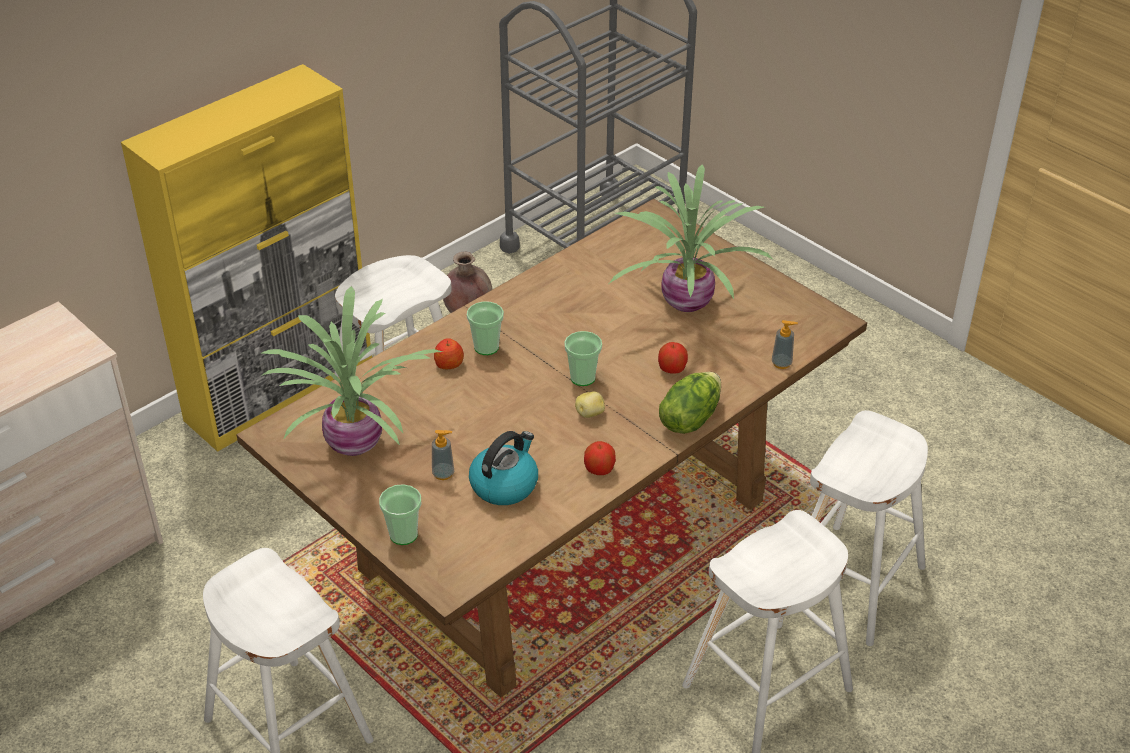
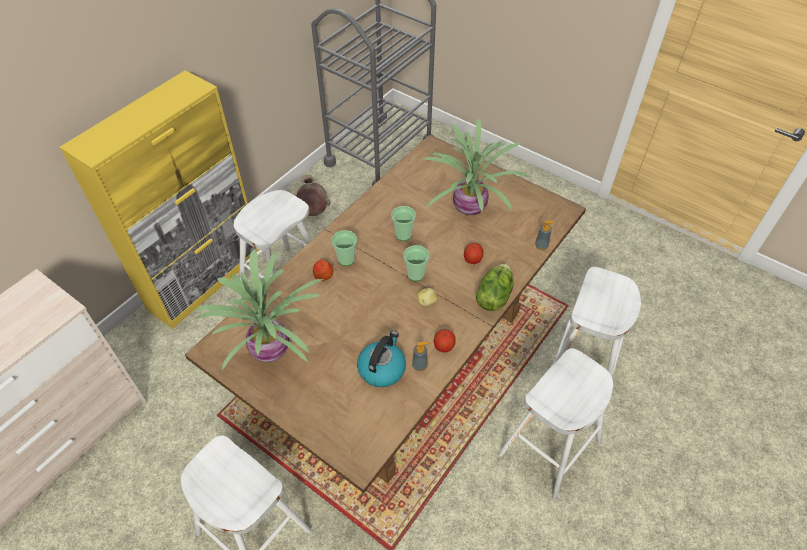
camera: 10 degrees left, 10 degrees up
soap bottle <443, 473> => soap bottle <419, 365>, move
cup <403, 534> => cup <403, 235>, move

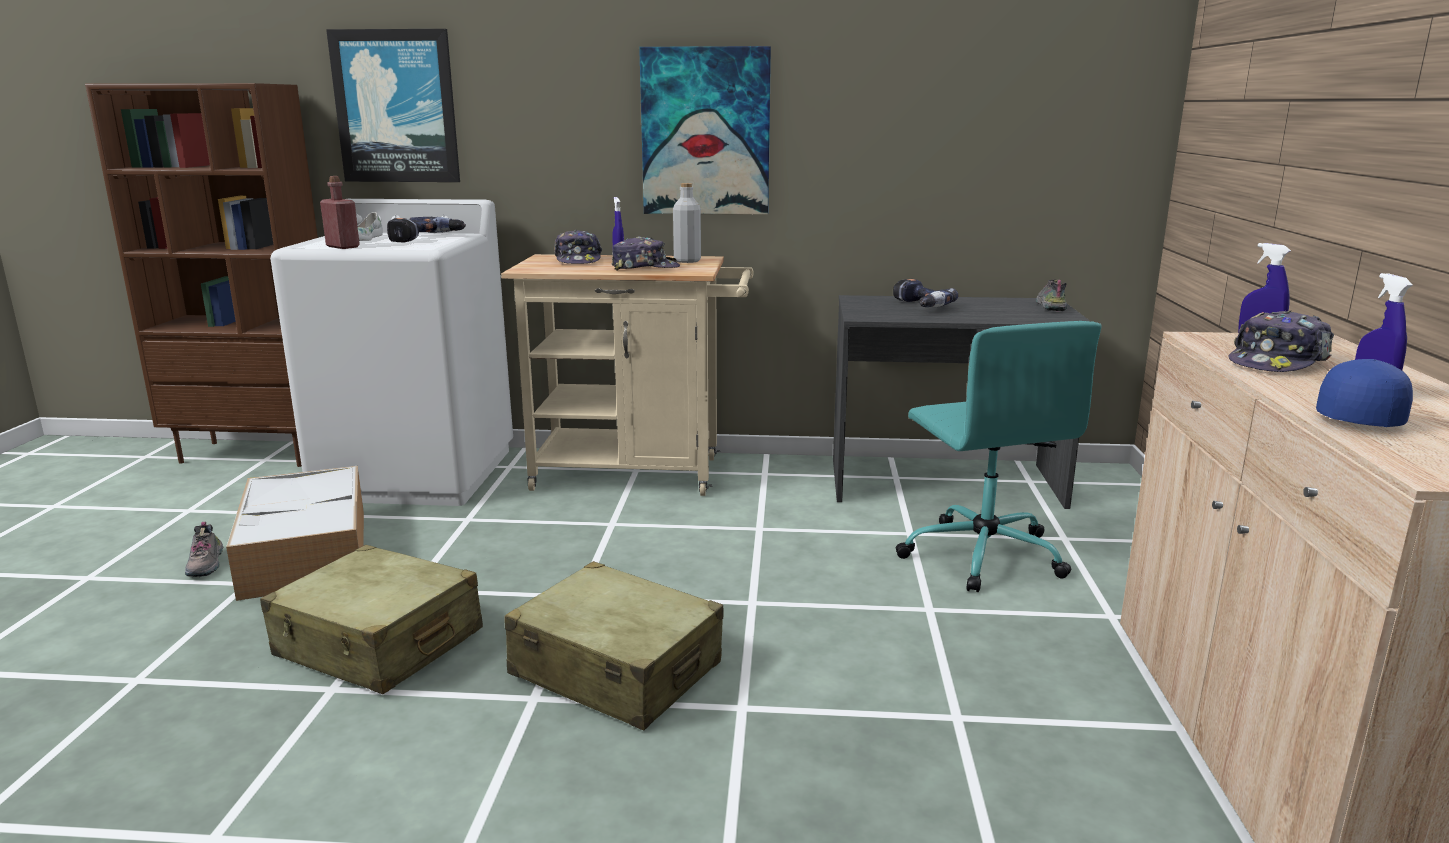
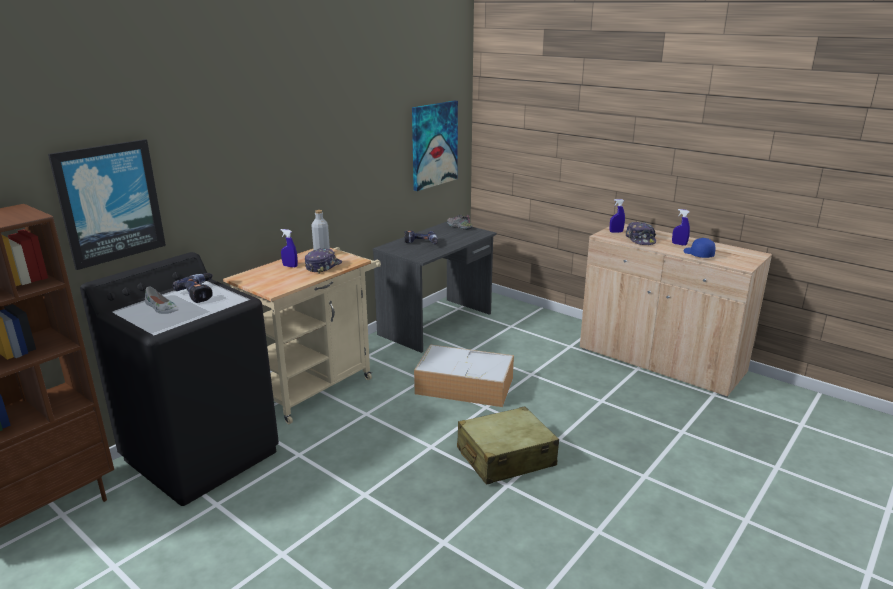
camera: 55 degrees left, 5 degrees up
picture <706, 132> => picture <434, 145>, move
red bottle <343, 247> => nothing
white-coloured washing machine <418, 474> => black-coloured washing machine <202, 455>
baseball cap <578, 260> => nothing
blue-green desk chair <982, 554> => nothing
storage box <306, 552> => storage box <466, 386>, move
item of footwear <206, 564> => nothing
sand-coloured travel case <379, 644> => nothing

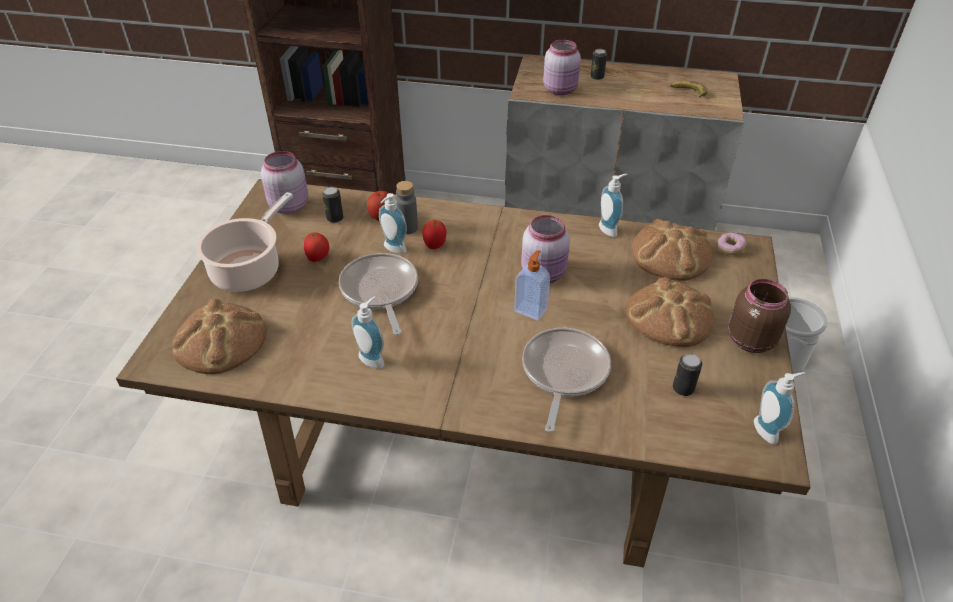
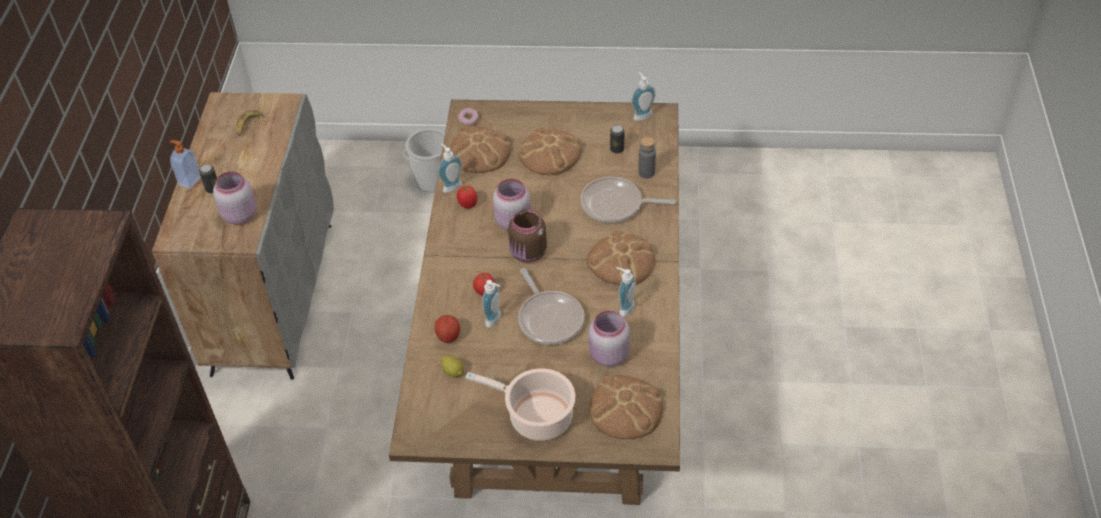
camera: 95 degrees left, 5 degrees up
pinkish storage jar <289, 205> => pinkish storage jar <608, 355>, move
gray bottle <408, 228> => gray bottle <646, 172>, move
sealed can <335, 218> => whole lemon <453, 372>
whole tomato <318, 258> => whole tomato <467, 205>, move
soap bottle <531, 310> => soap bottle <189, 180>, move
pan <380, 291> => pan <549, 318>, 90 degrees counterclockwise
brown storage jar <748, 340> => brown storage jar <528, 254>, move
nothing => bakery bread <621, 261>

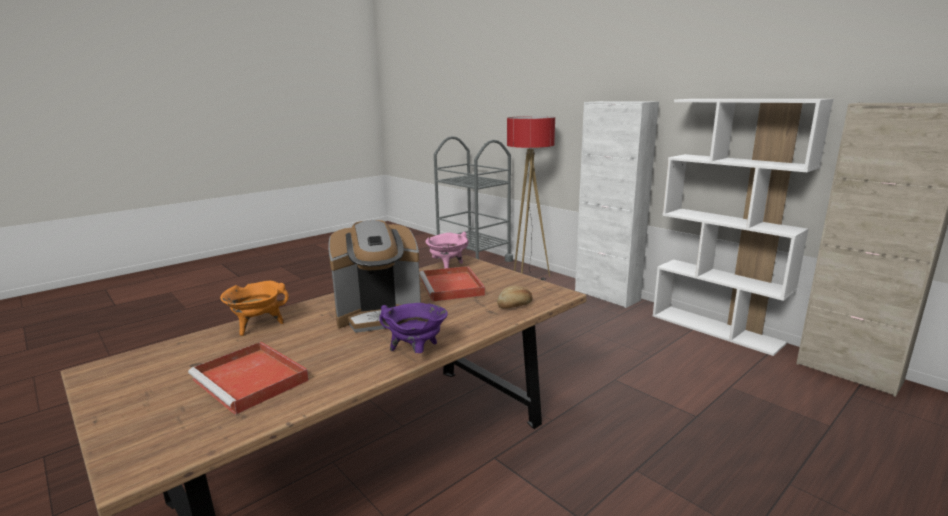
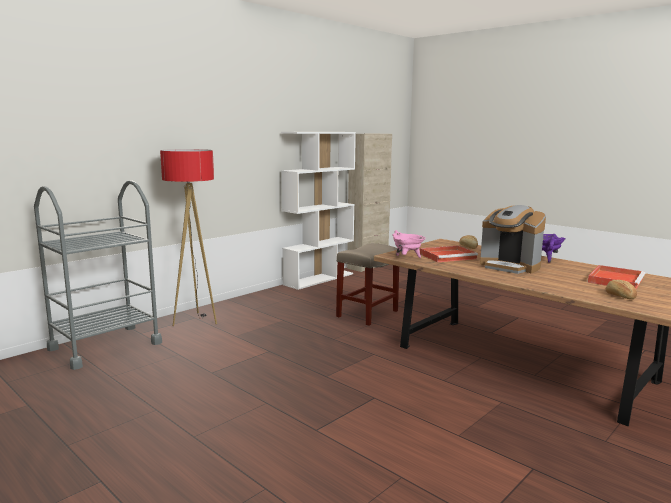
camera: 95 degrees left, 5 degrees down
white-coloured cupboard <606, 295> => nothing
coffee brewer <379, 315> => coffee brewer <510, 266>, 150 degrees clockwise
orangey stockpot <258, 326> => nothing
nothing => sand-coloured stool seat <367, 313>
nothing => bakery bread <619, 296>

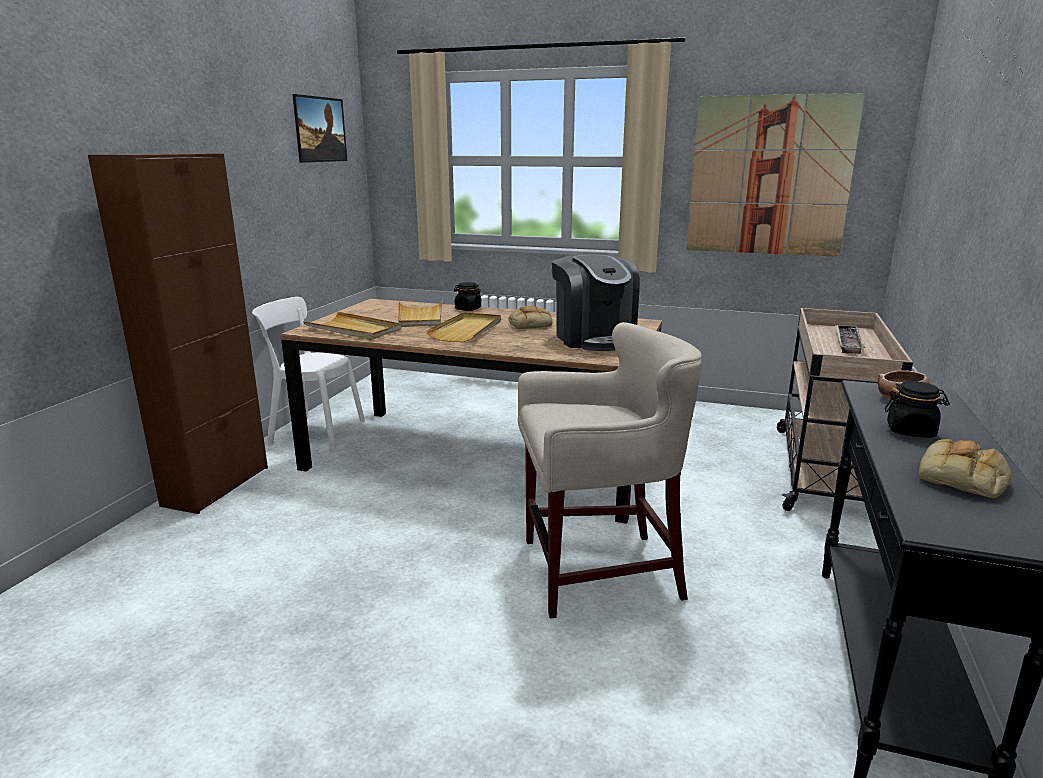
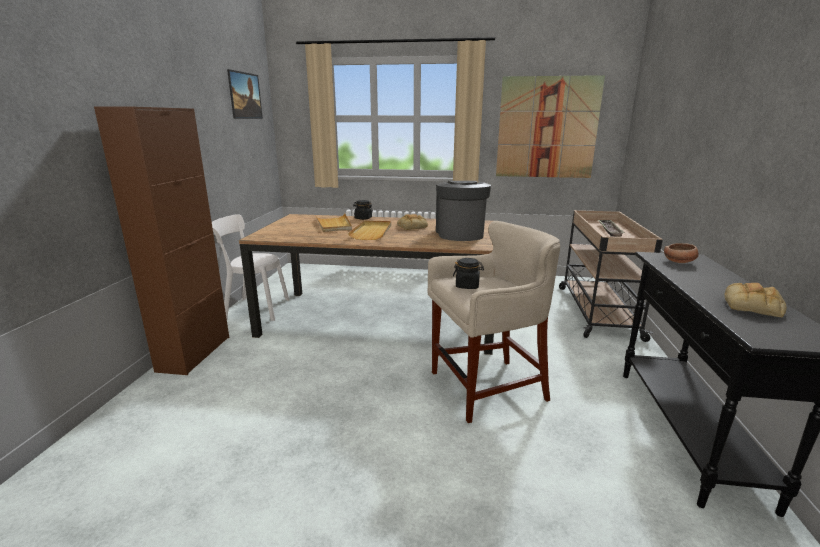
camera: 10 degrees left, 0 degrees up
coffee brewer <594, 338> => coffee brewer <460, 233>, 150 degrees counterclockwise
sand-coloured carrying tray <354, 329> => nothing
black-coloured storage jar <911, 431> => black-coloured storage jar <467, 286>, move

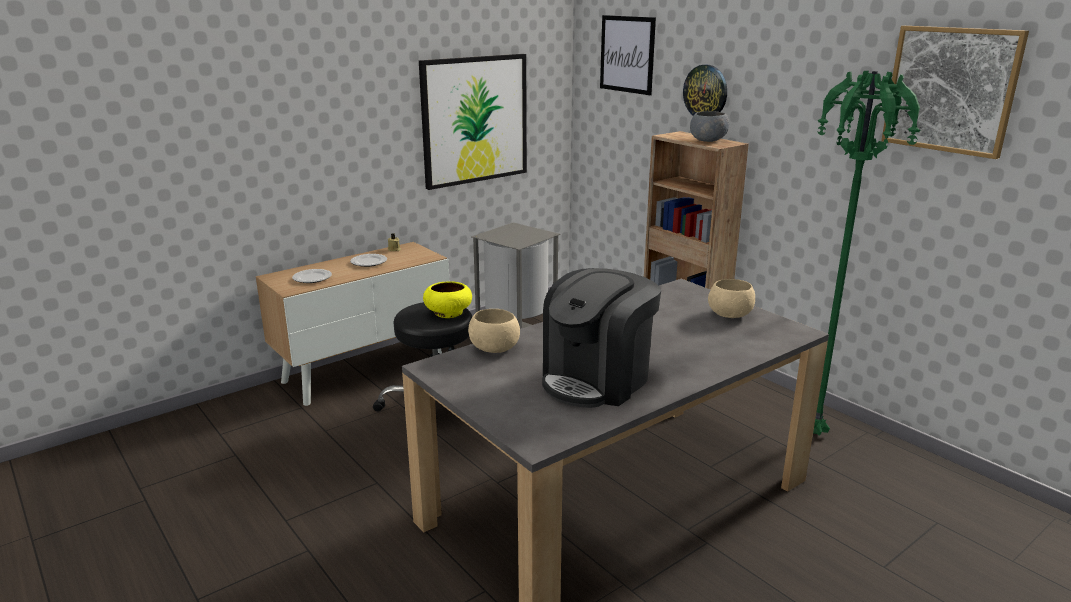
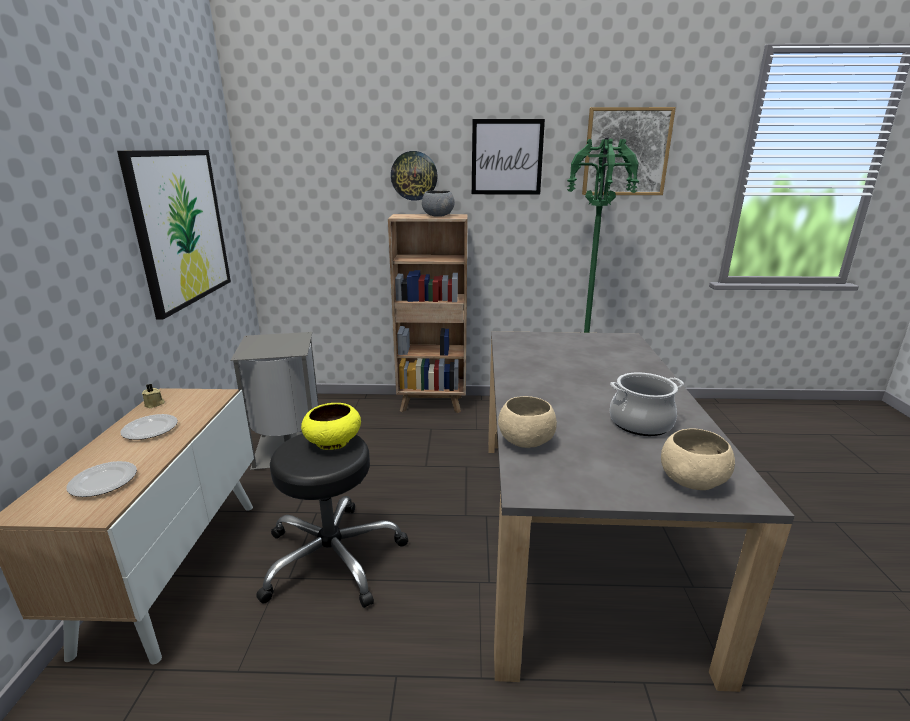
camera: 50 degrees left, 0 degrees up
picture <627, 54> => picture <507, 157>, move
coffee brewer <597, 379> => stockpot <640, 423>
sand-coloured serving bowl <729, 314> => sand-coloured serving bowl <690, 480>, move

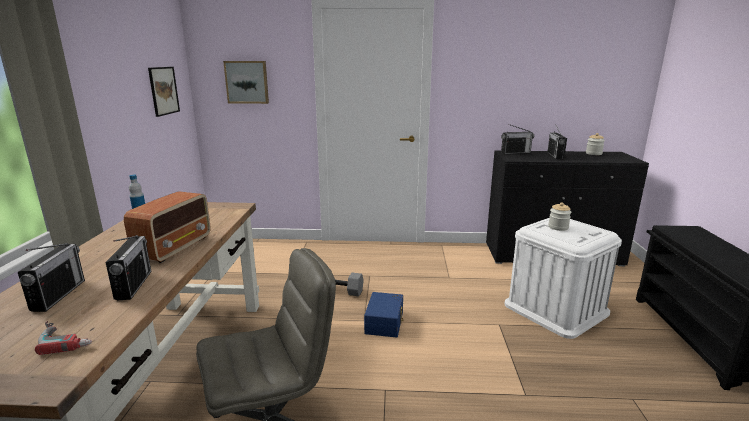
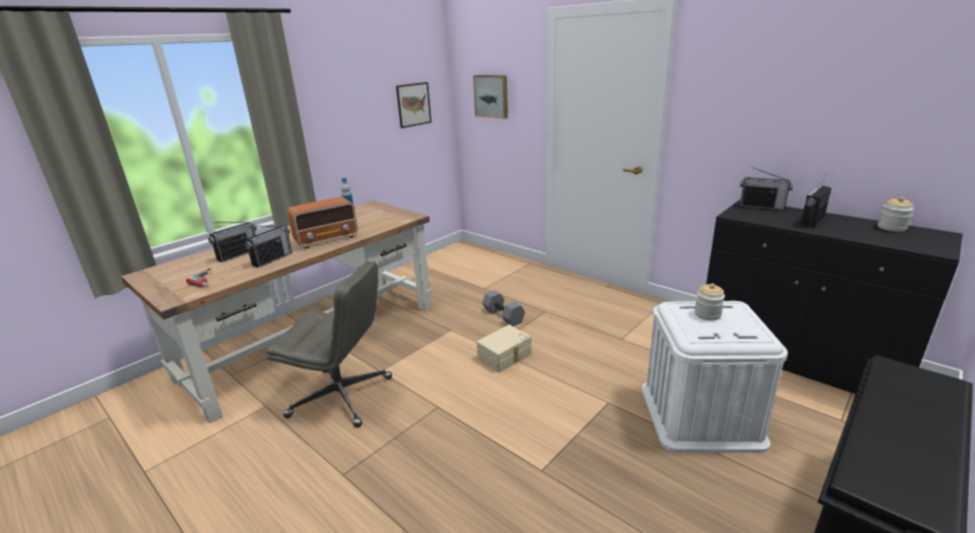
camera: 40 degrees right, 5 degrees up
blue-coloured storage box <385, 322> => sand-coloured storage box <505, 357>

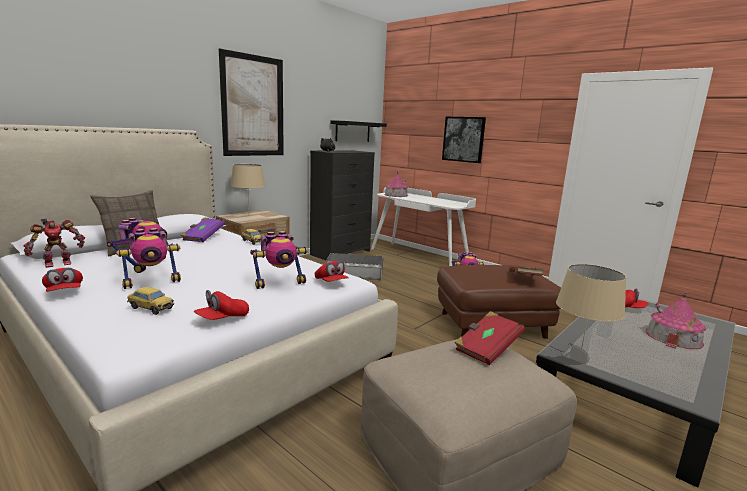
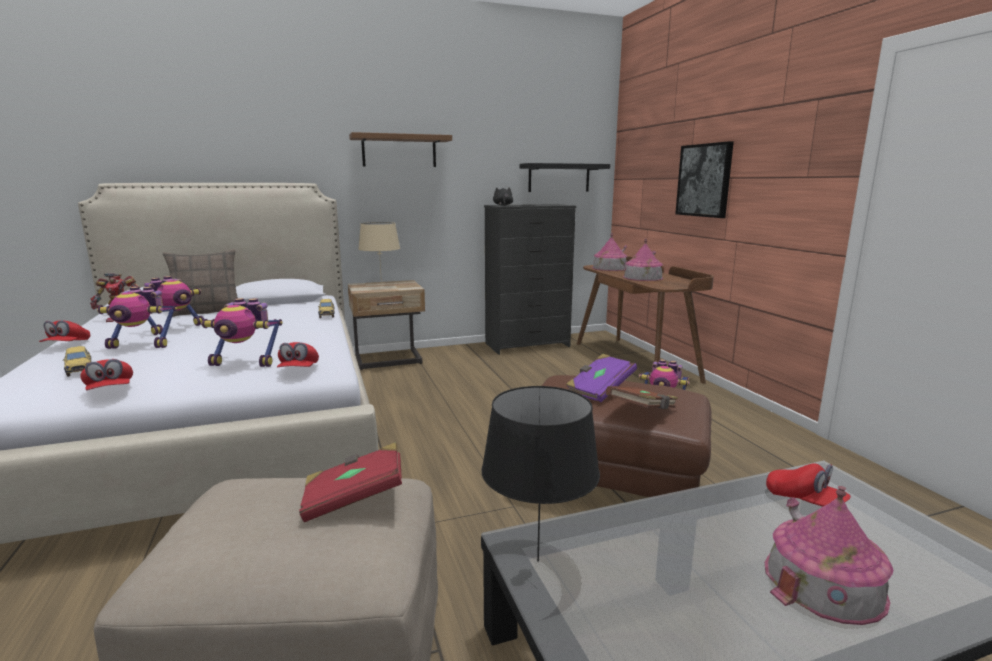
camera: 30 degrees right, 0 degrees up
picture <253, 106> => brown shelf <399, 151>
white-coloured desk table <419, 256> => brown desk table <635, 361>
purple volume <203, 237> => purple volume <599, 390>, move
gray storage box <354, 272> => nothing
sand-coloured lamp for a table <580, 358> => black-coloured lamp for a table <538, 561>
red baseball cap <222, 319> => red baseball cap <110, 391>, 105 degrees counterclockwise
nothing => toy house <643, 277>

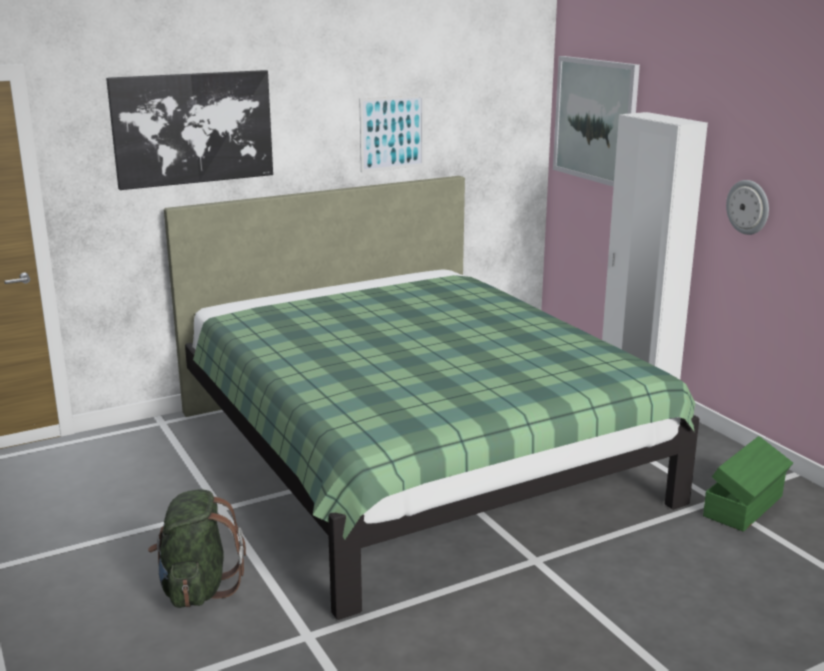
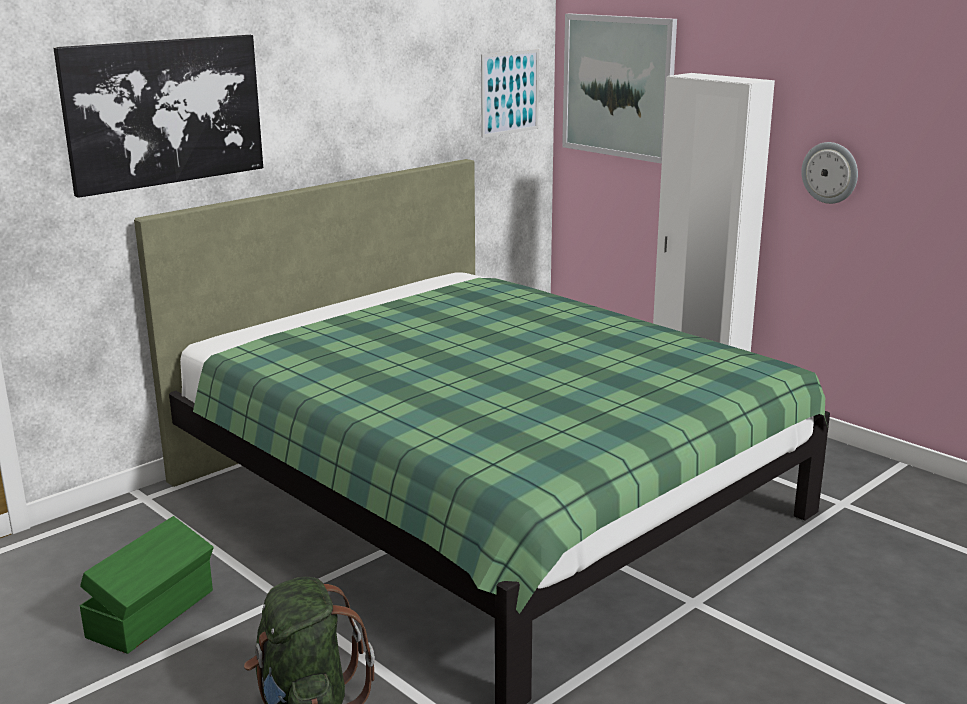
camera: 15 degrees left, 0 degrees up
picture <392, 133> => picture <510, 92>, move
green-coloured storage box <745, 506> => green-coloured storage box <153, 613>, move

